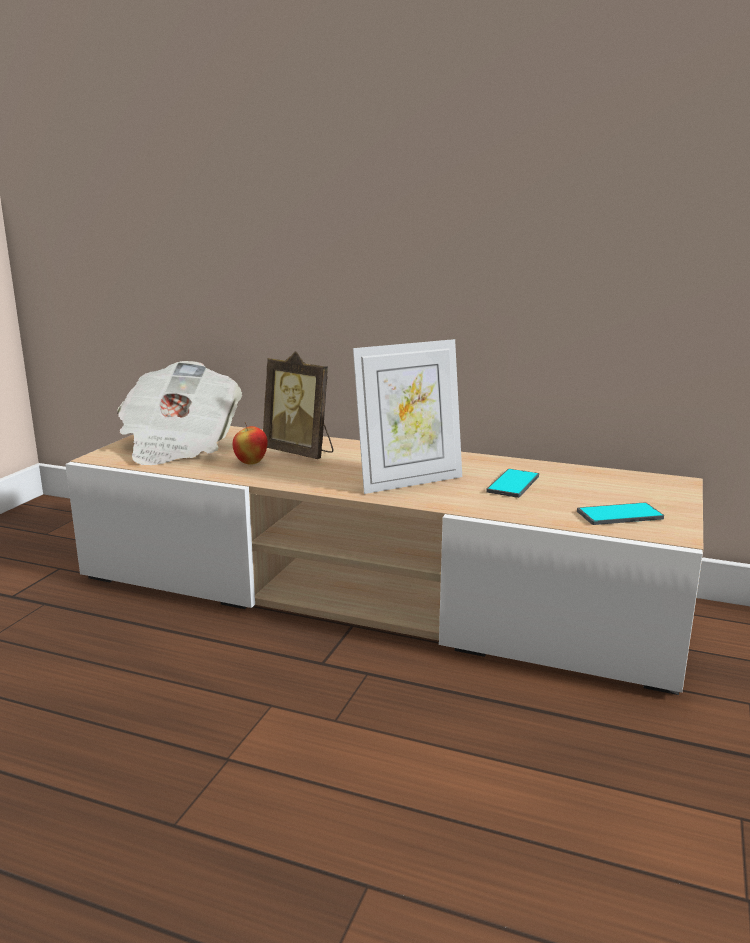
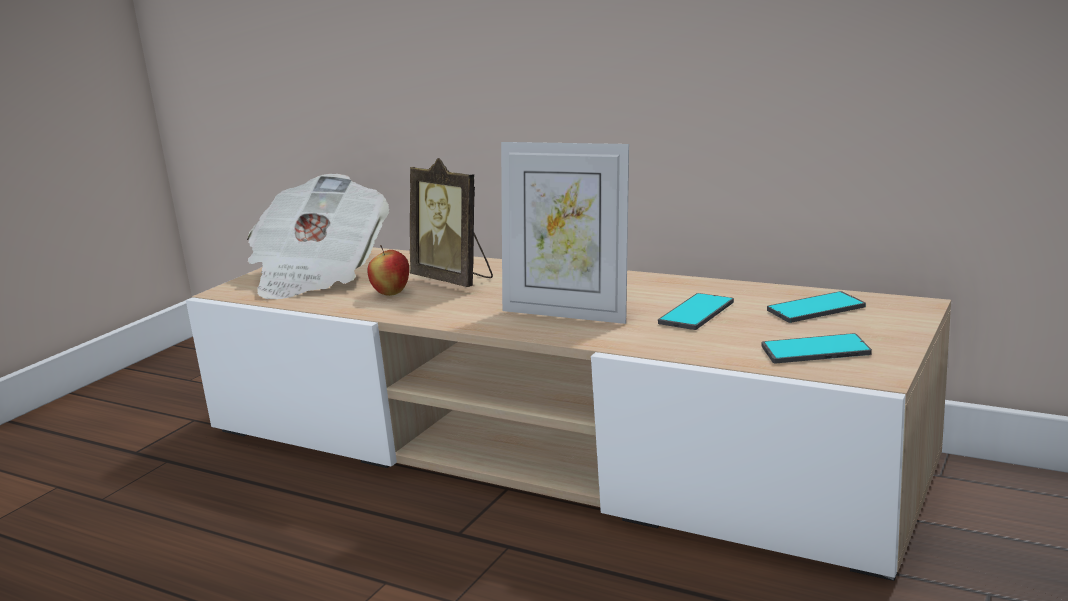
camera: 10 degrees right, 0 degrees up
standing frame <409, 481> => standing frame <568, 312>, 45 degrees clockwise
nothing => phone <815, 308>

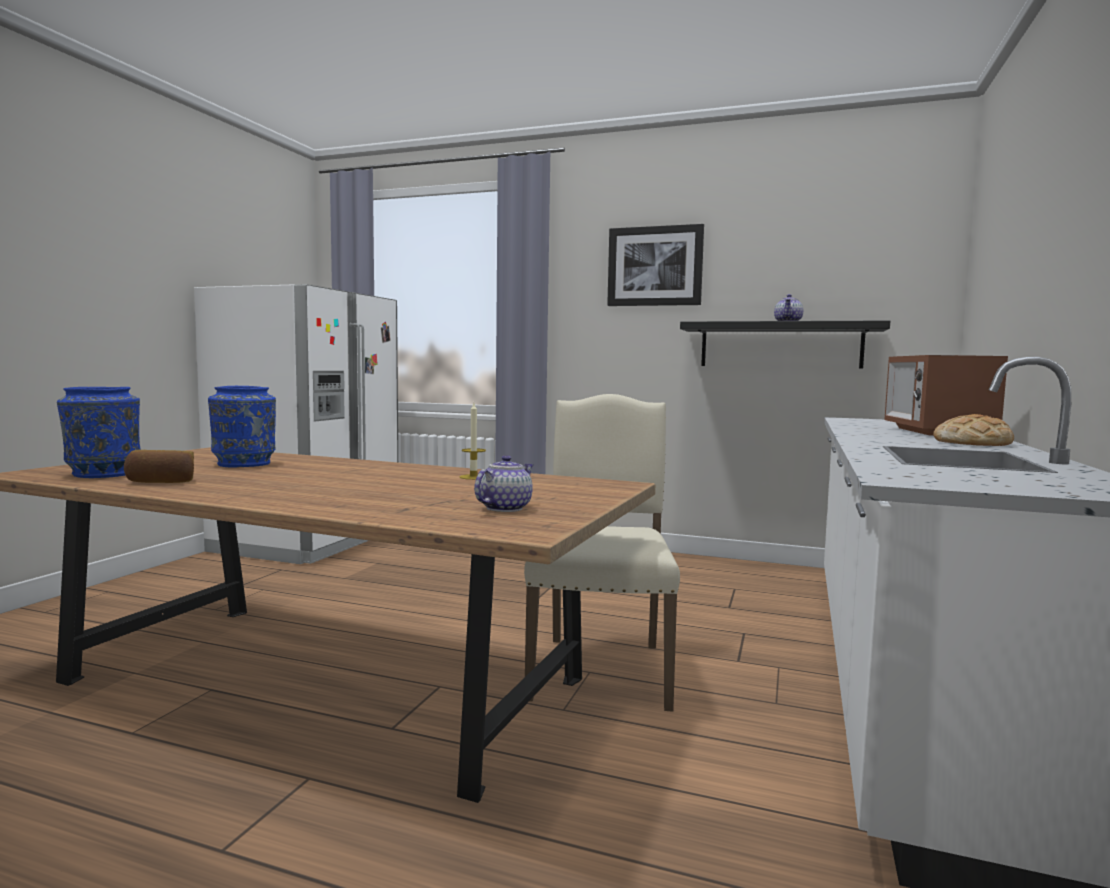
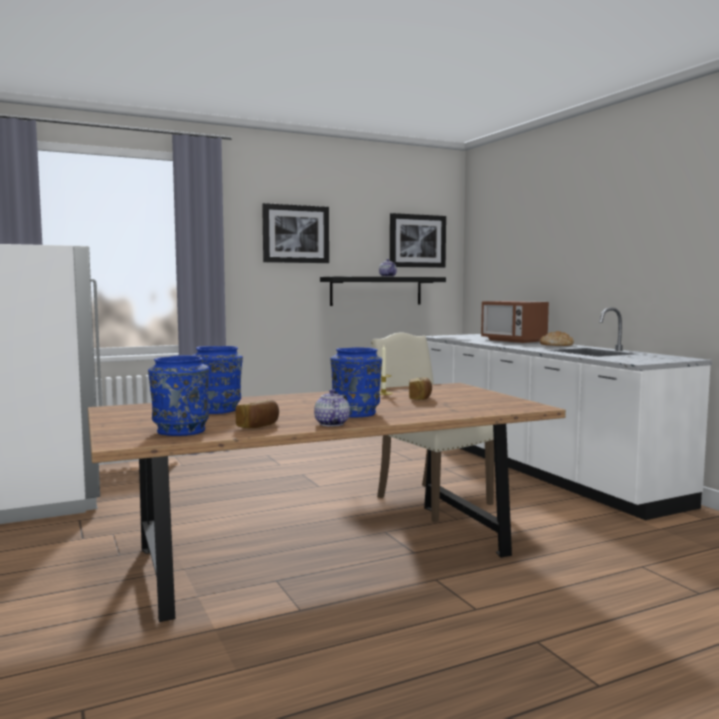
camera: 45 degrees left, 0 degrees up
pot for tea <504, 508> => pot for tea <331, 424>, move
nothing => picture <417, 241>
nothing => blue-coloured vase <356, 413>
nothing => bakery bread <420, 398>

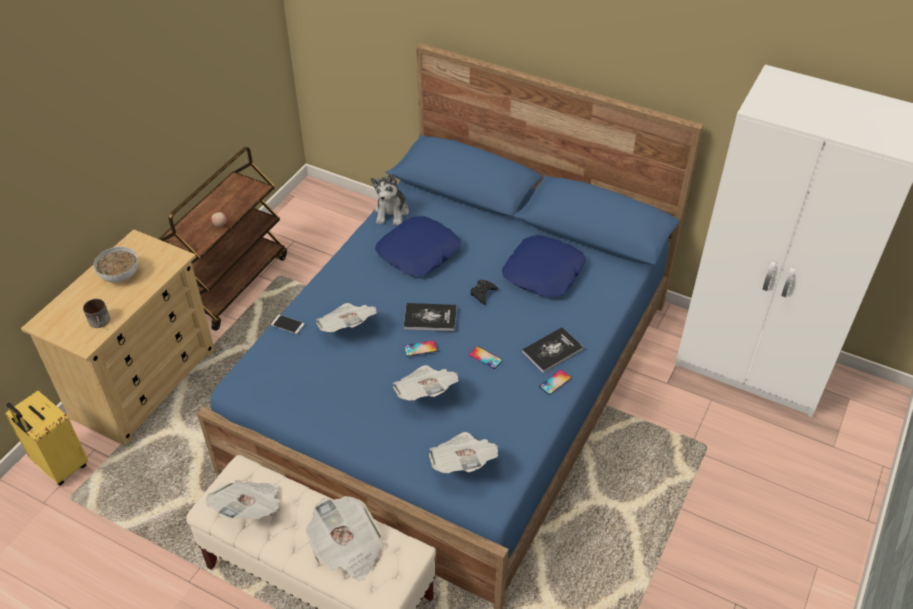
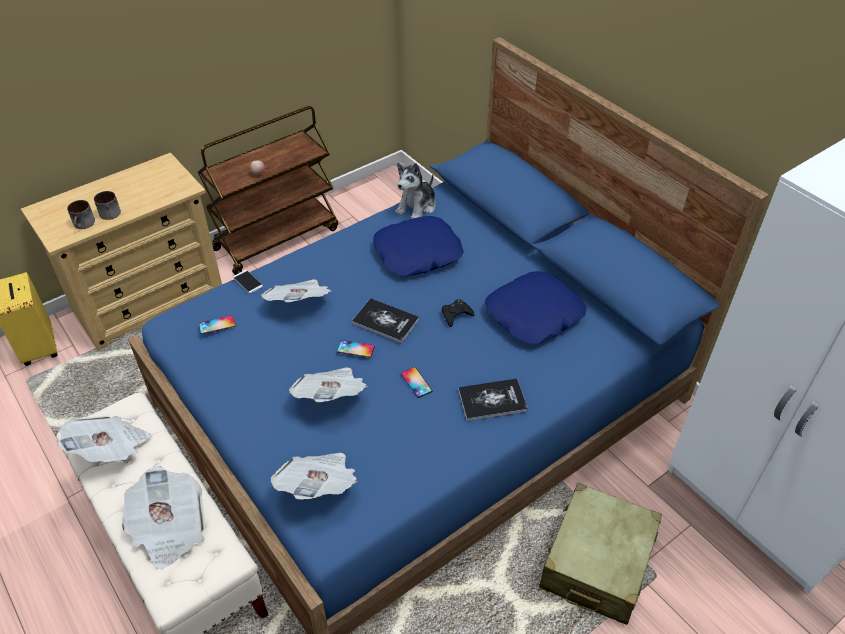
camera: 25 degrees right, 0 degrees up
serving bowl <120, 275> => nothing
phone <555, 382> => phone <217, 325>, move
nothing => tea mug <108, 212>
nothing => sand-coloured travel case <597, 562>

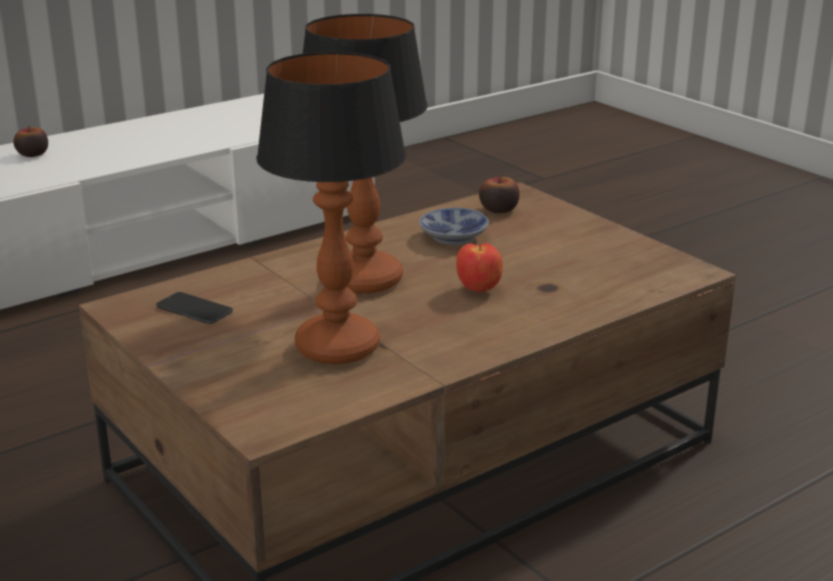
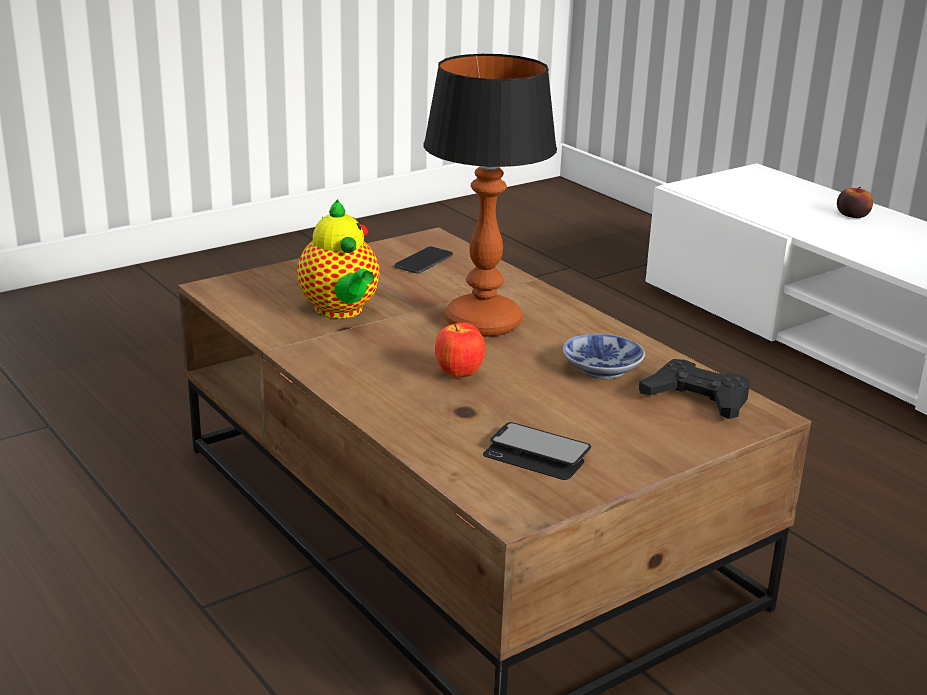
camera: 90 degrees right, 0 degrees up
lamp for a table <337, 348> => pot for tea <341, 311>
apple <498, 209> => black-coloured joypad <697, 399>
nothing => phone <536, 454>

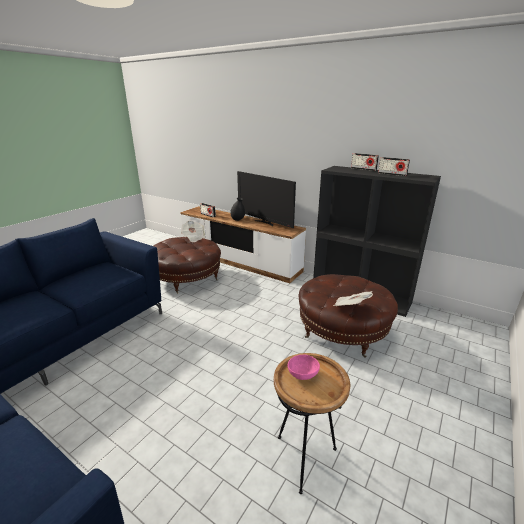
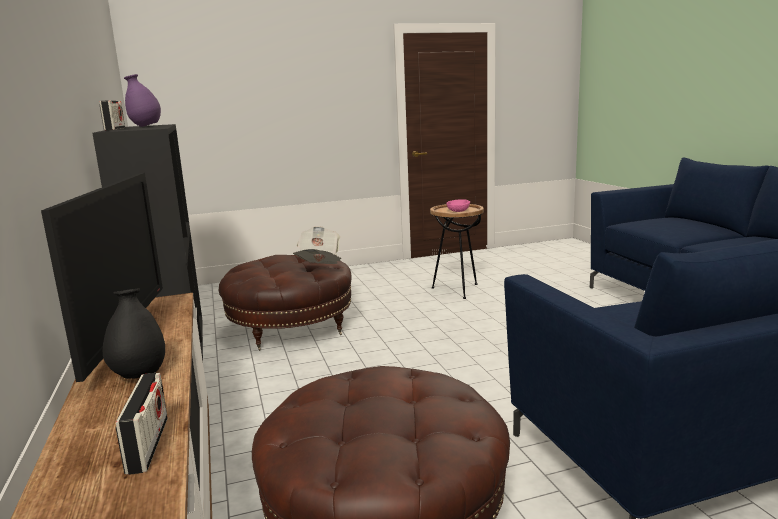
camera: 140 degrees left, 10 degrees down
radio receiver <392, 174> => purple vase <145, 126>
newspaper <193, 237> => newspaper <320, 270>, move

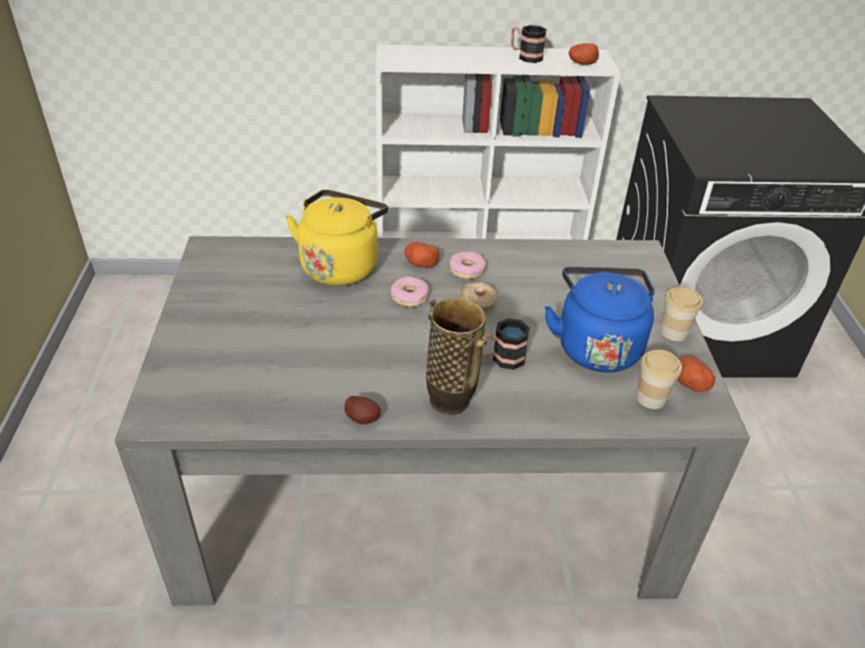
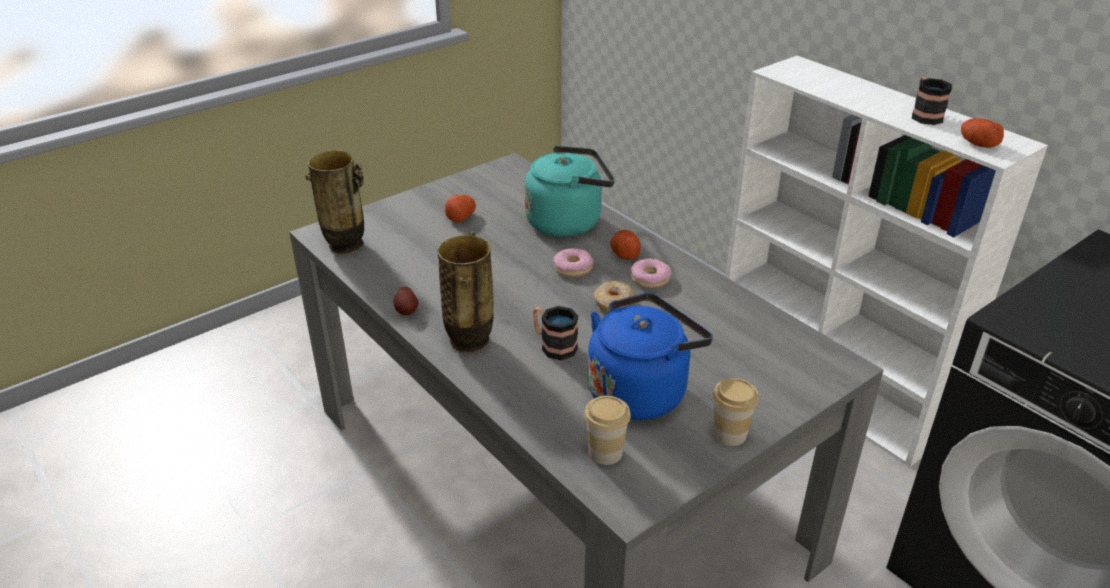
camera: 55 degrees right, 5 degrees down
yellow-coloured water kettle <340, 265> => blue-green water kettle <568, 222>
whole potato <689, 382> => whole potato <460, 216>, move
nothing => vase <346, 246>

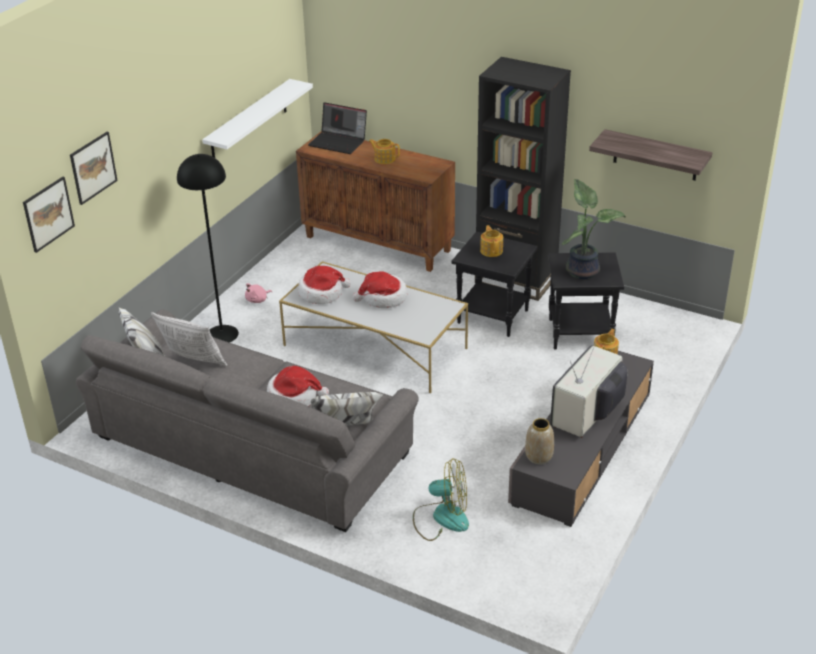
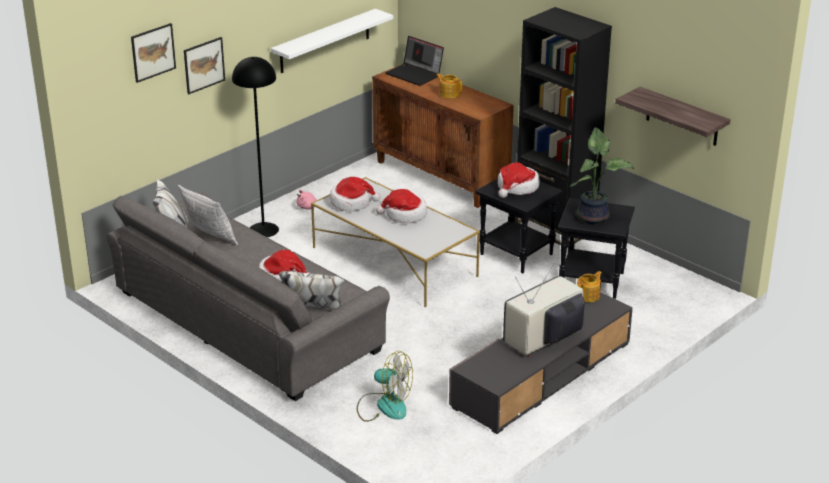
camera: 15 degrees right, 5 degrees down
picture <48, 214> => picture <204, 65>, move
pot for tea <491, 250> => clothing hat <517, 187>
vase <538, 457> => nothing

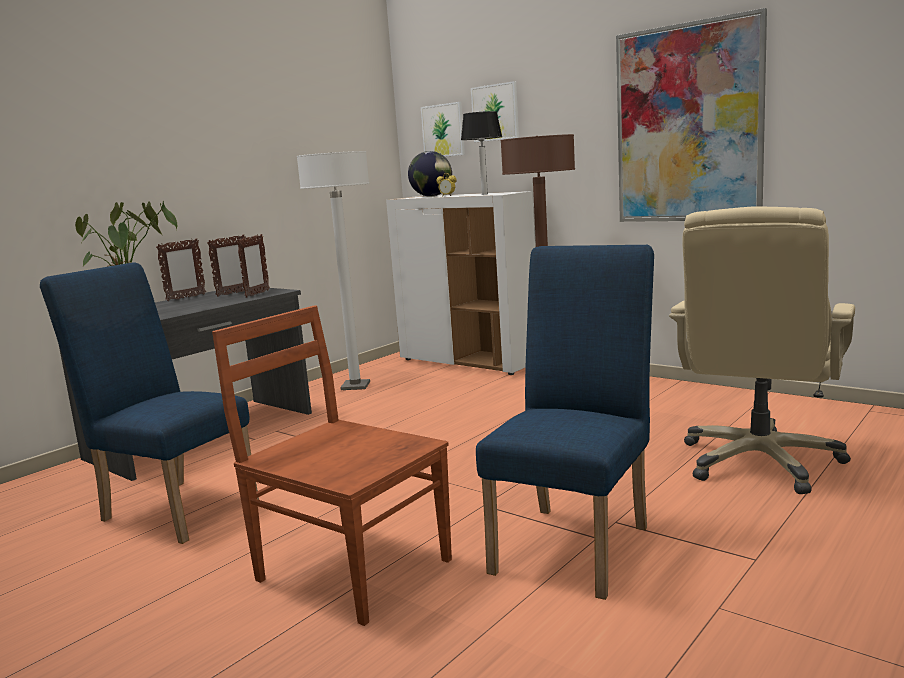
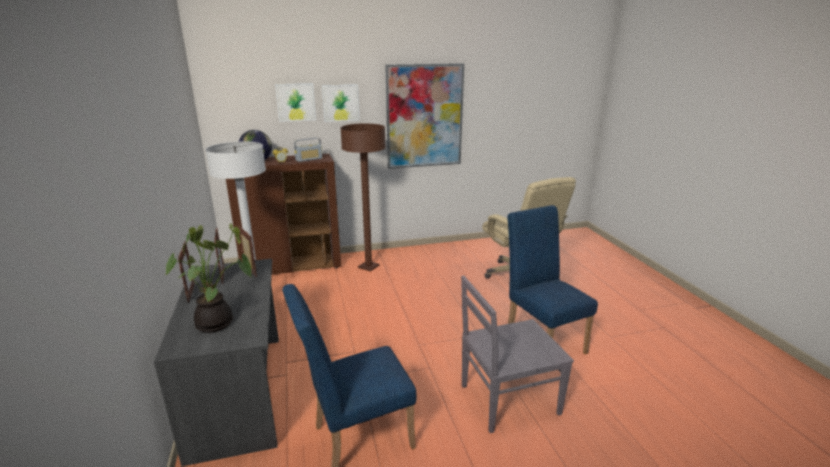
camera: 55 degrees left, 10 degrees up
picture <443, 130> => picture <340, 103>, move
lamp for a table <485, 194> => radio receiver <309, 159>
white-coloured cupboard <469, 362> => brown cupboard <293, 266>
brown upright chair <350, 568> => gray upright chair <507, 400>

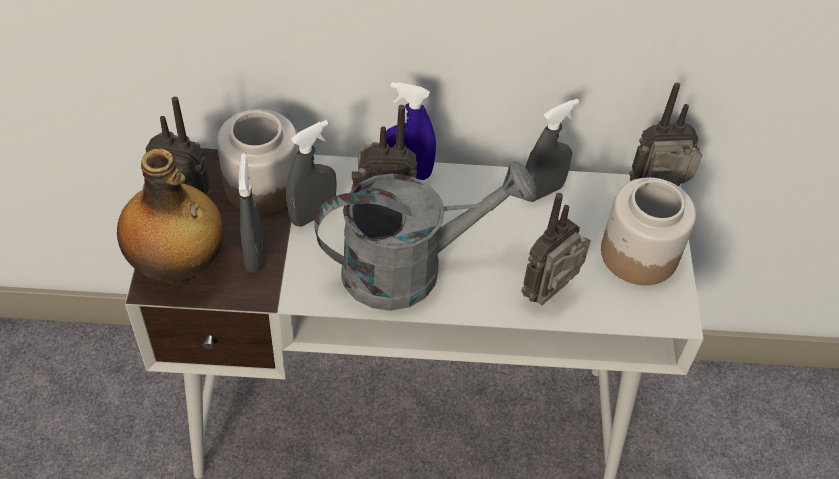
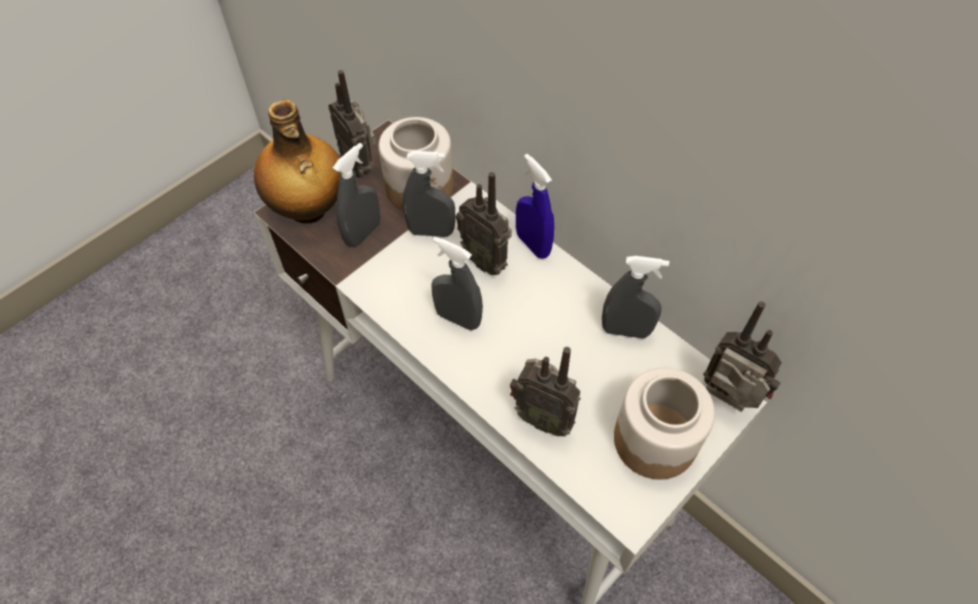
camera: 45 degrees right, 5 degrees up
gray watering can <410, 268> => gray hand sprayer <458, 318>
radio receiver <550, 294> => radio receiver <543, 417>, 150 degrees counterclockwise

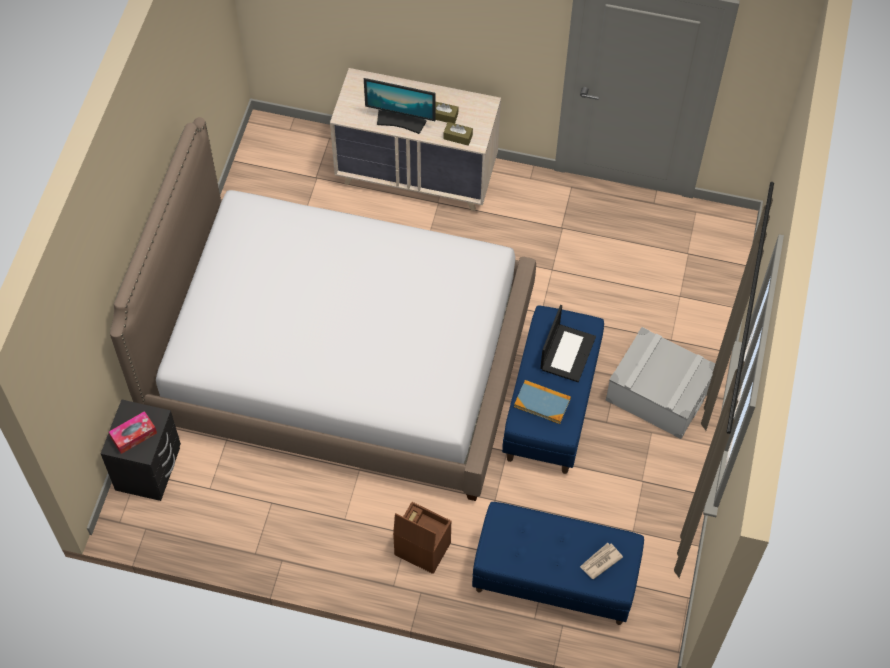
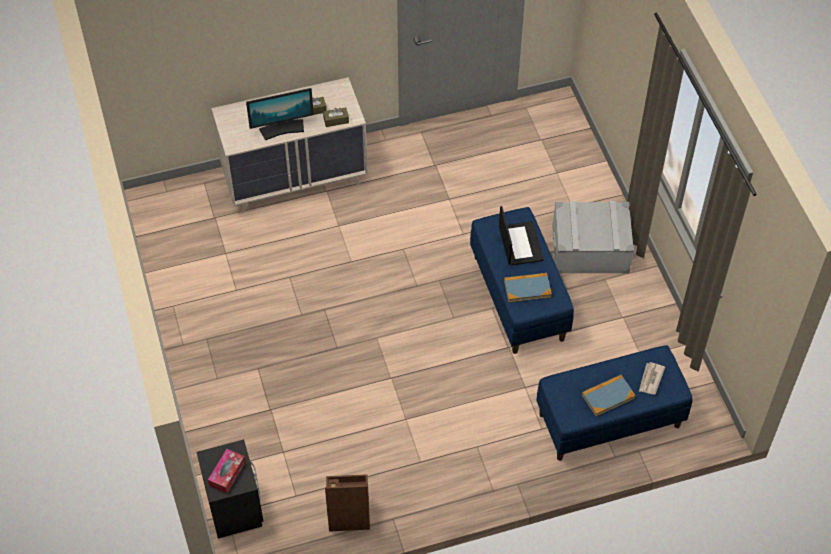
camera: 30 degrees left, 5 degrees down
bedroom bed <340, 360> => nothing
brown storage box <421, 549> => brown storage box <348, 515>, move
nothing => volume <608, 396>

